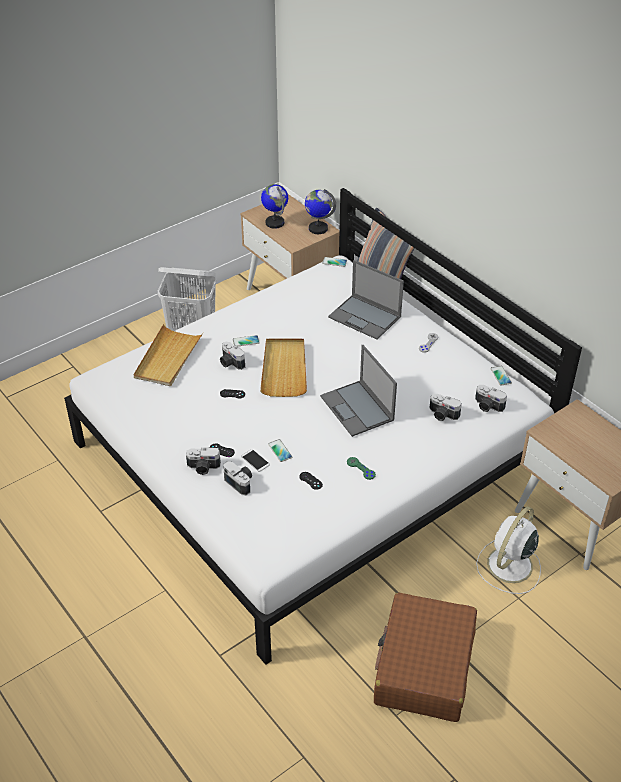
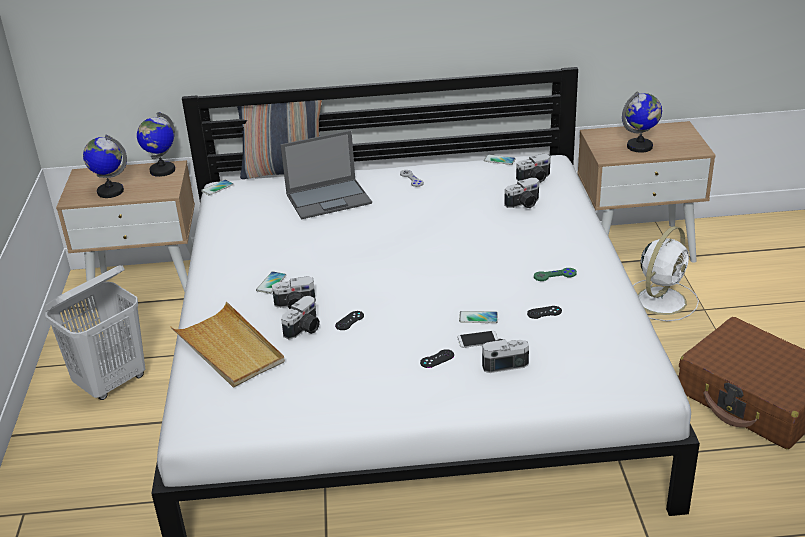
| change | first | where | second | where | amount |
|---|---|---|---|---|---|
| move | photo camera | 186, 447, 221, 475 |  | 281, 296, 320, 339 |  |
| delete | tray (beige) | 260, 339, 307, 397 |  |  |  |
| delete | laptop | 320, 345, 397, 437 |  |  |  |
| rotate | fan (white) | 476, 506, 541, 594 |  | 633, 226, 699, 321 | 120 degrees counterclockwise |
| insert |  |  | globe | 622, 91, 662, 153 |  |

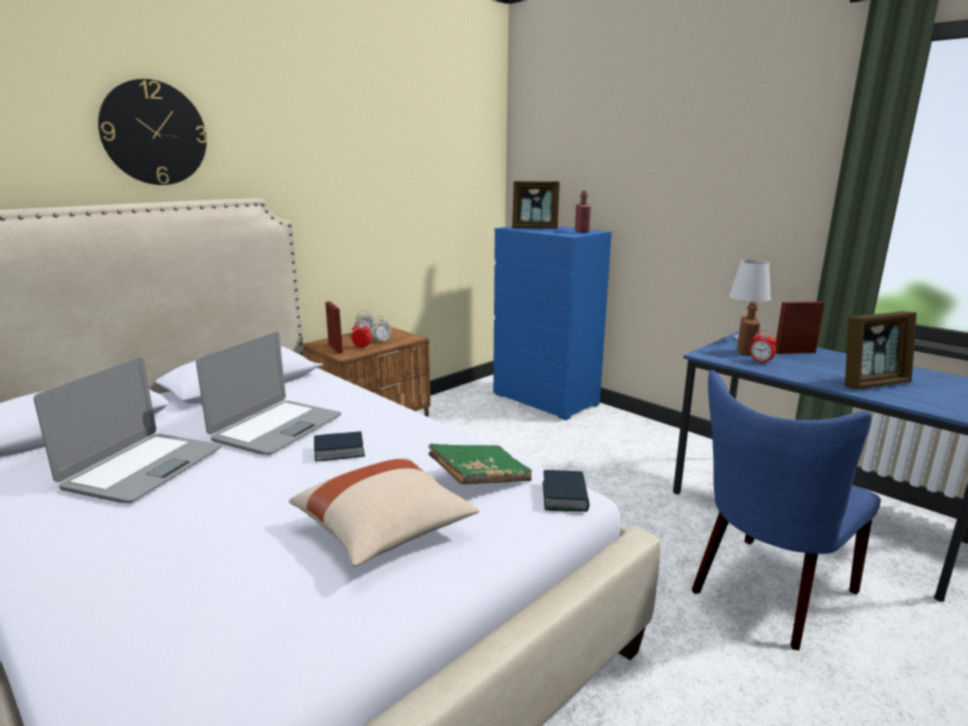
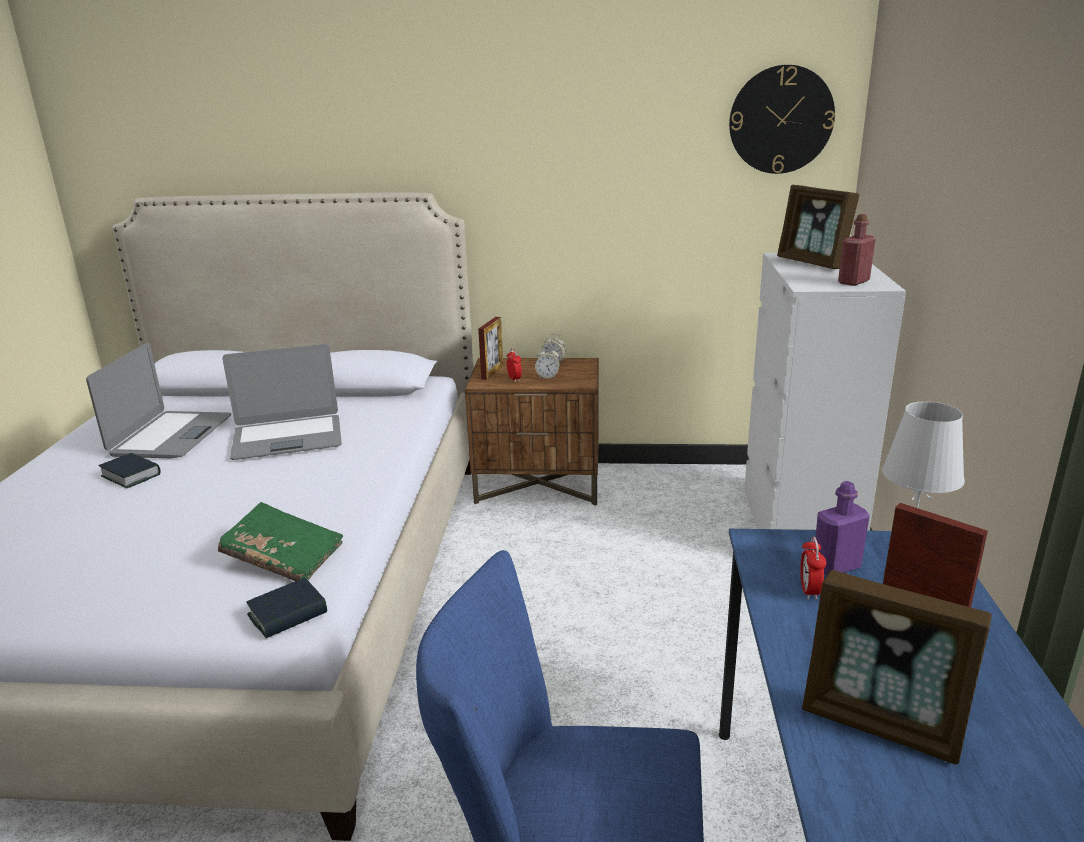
| change | first | where | second | where | amount |
|---|---|---|---|---|---|
| rotate | laptop | 34, 357, 222, 503 |  | 86, 343, 231, 458 | 60 degrees counterclockwise |
| move | wall clock | 98, 79, 207, 185 |  | 729, 65, 835, 174 |  |
| delete | pillow (beige) | 289, 458, 479, 567 |  |  |  |
| move | book | 314, 431, 365, 462 |  | 98, 453, 160, 488 |  |
| recolor | dresser (blue) | 493, 226, 612, 420 | dresser (white) | 744, 253, 906, 531 |  |
| recolor | bottle (brown) | 737, 301, 760, 356 | bottle (purple) | 815, 481, 870, 576 |  |

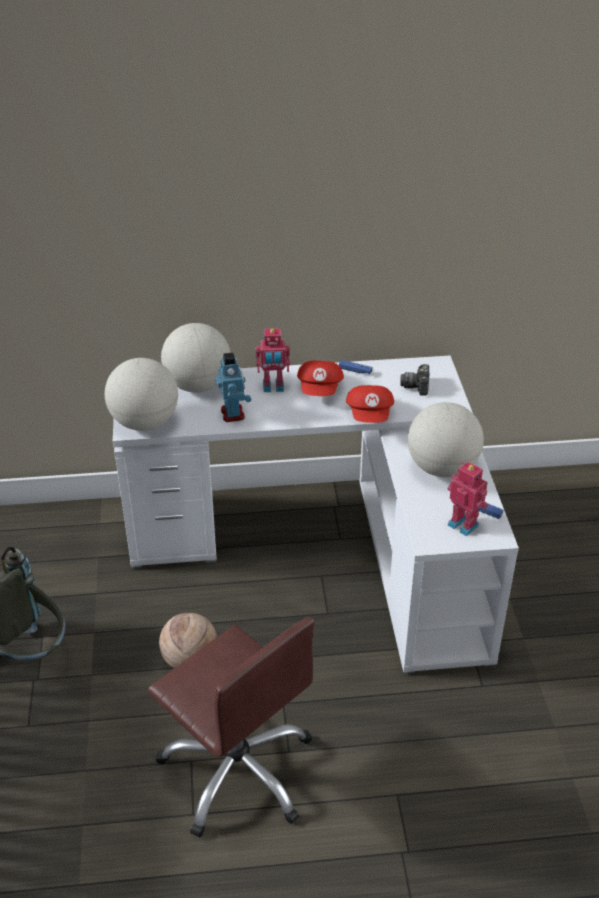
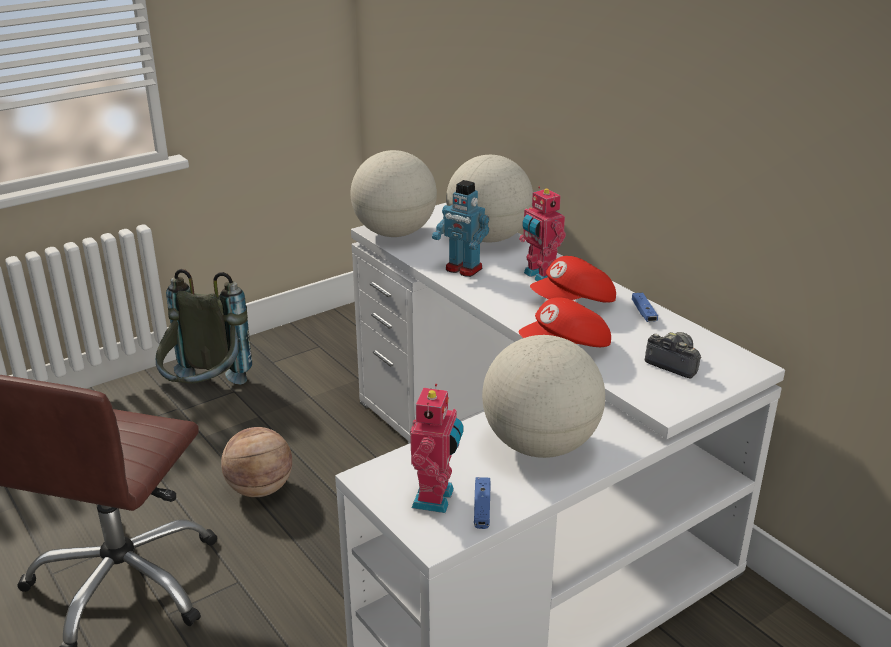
| change | first | where | second | where | amount |
|---|---|---|---|---|---|
| rotate | toy robot | 215, 353, 251, 422 |  | 432, 180, 489, 277 | 75 degrees clockwise |
| rotate | photo camera | 400, 364, 429, 396 |  | 645, 332, 701, 379 | 60 degrees clockwise |

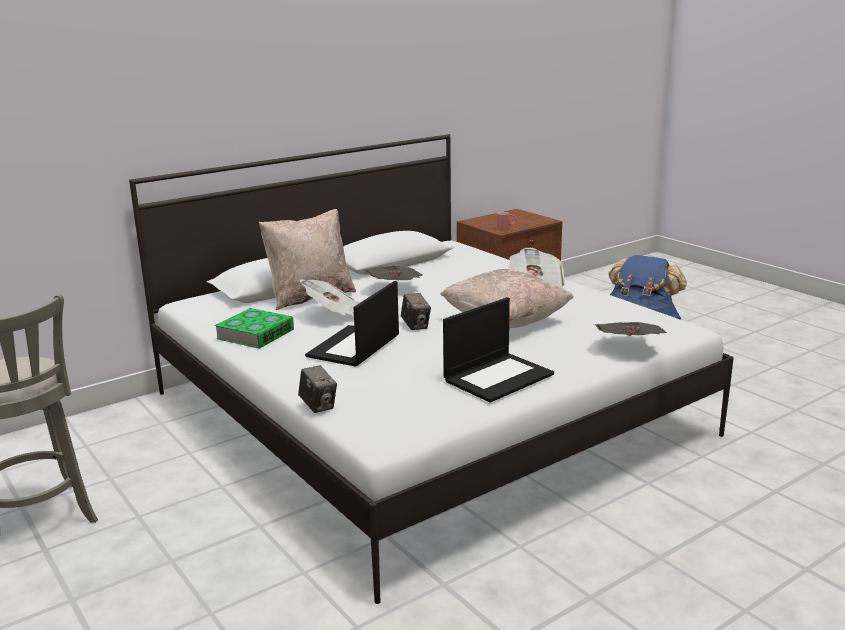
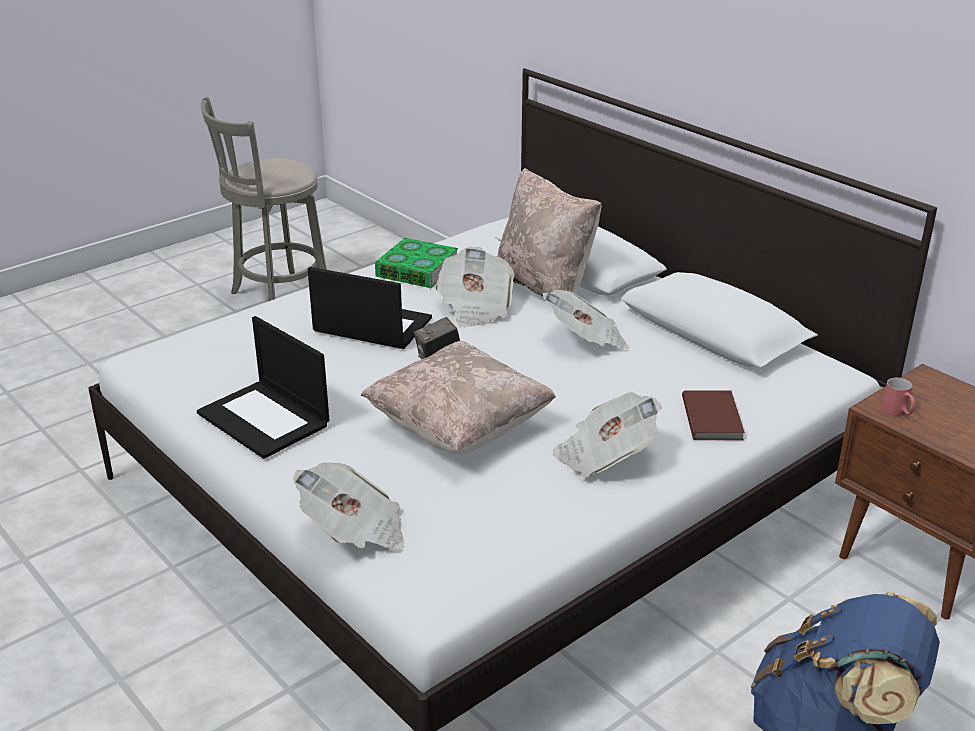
| change | first | where | second | where | amount |
|---|---|---|---|---|---|
| delete | photo camera | 298, 365, 337, 413 |  |  |  |
| insert |  |  | book (brown) | 682, 390, 745, 440 |  |

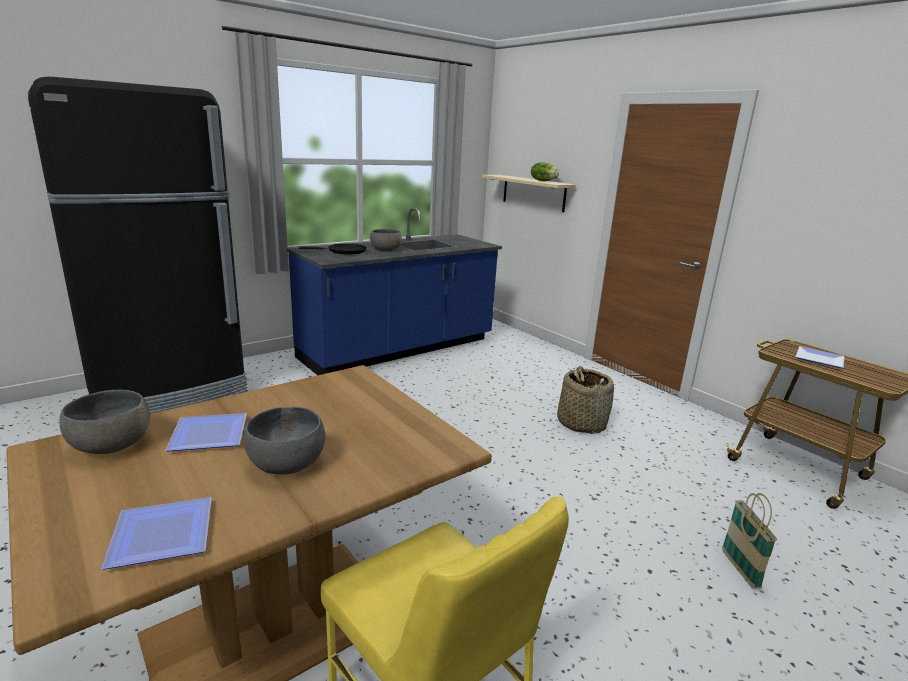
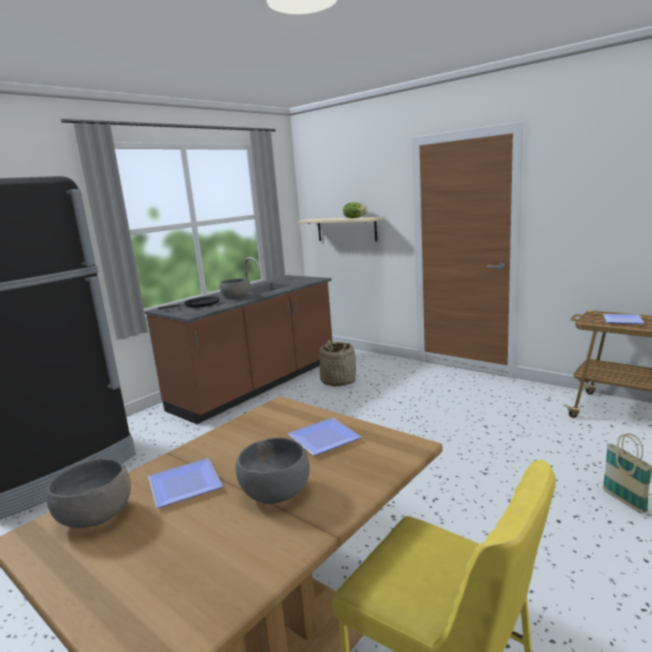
| change | first | where | second | where | amount |
|---|---|---|---|---|---|
| move | plate | 101, 497, 211, 570 |  | 287, 418, 362, 456 |  |
| recolor | counter (blue) | 287, 208, 502, 376 | counter (brown) | 145, 257, 333, 424 |  |
| move | basket | 557, 366, 614, 434 |  | 319, 340, 356, 387 |  |

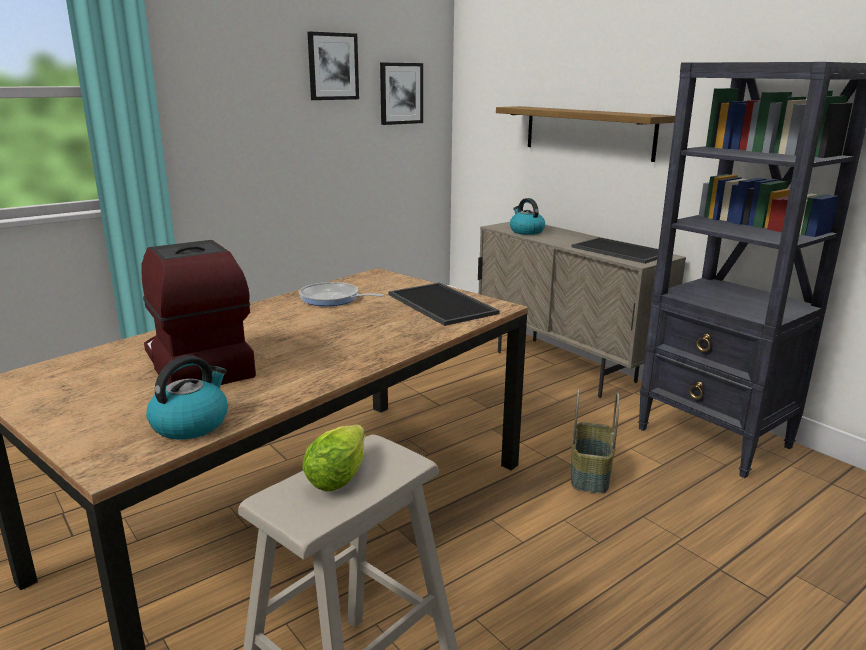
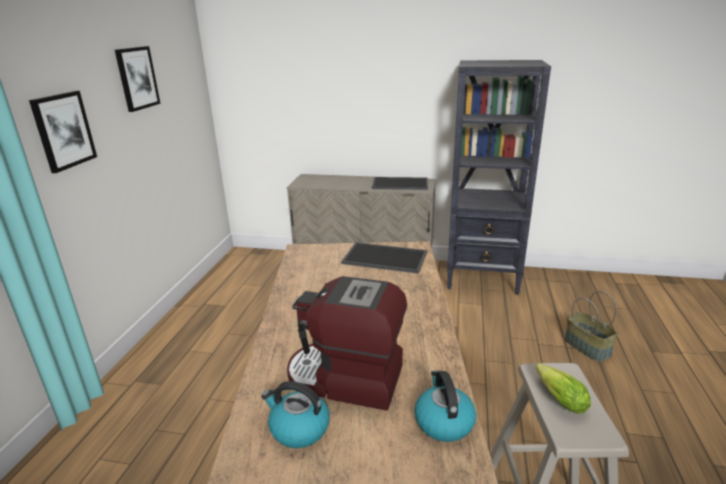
| change | first | where | second | where | amount |
|---|---|---|---|---|---|
| delete | frying pan | 299, 282, 383, 306 |  |  |  |
| move | picture | 380, 63, 423, 125 |  | 29, 91, 97, 173 |  |
| delete | shelf | 496, 106, 675, 162 |  |  |  |
| move | kettle | 510, 198, 545, 235 |  | 261, 381, 330, 448 |  |
| move | basket | 571, 389, 619, 494 |  | 564, 291, 618, 362 |  |

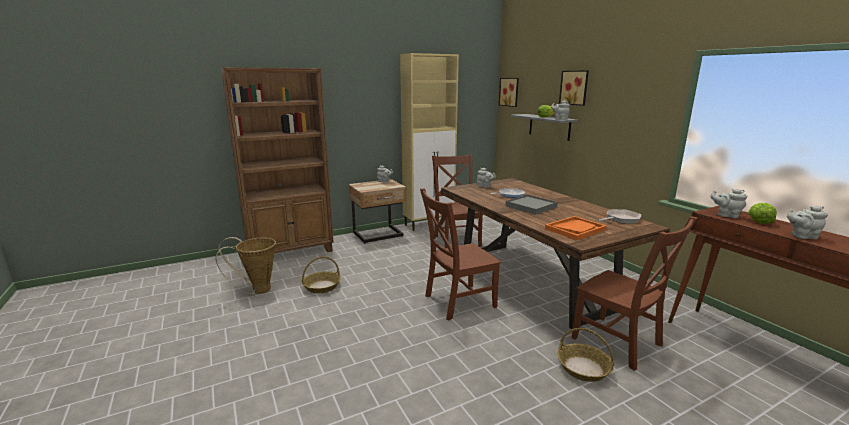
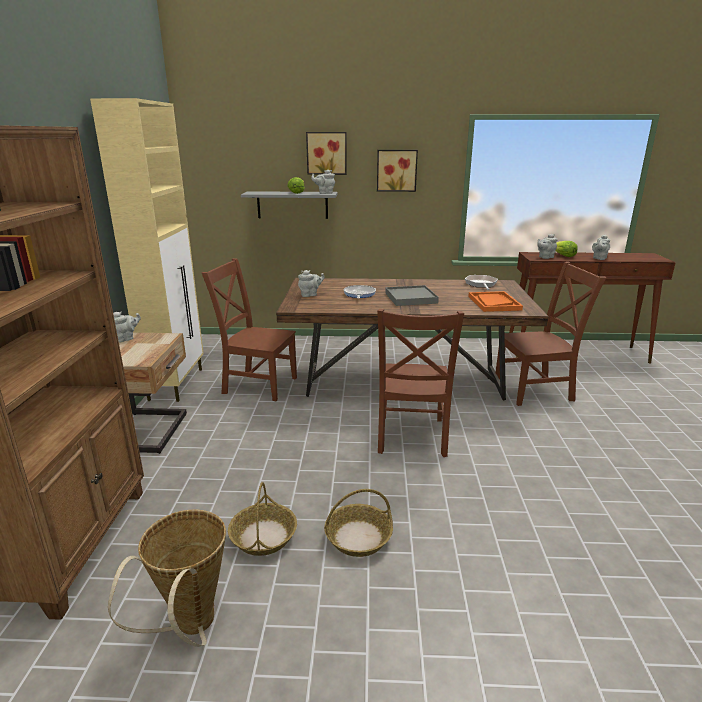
| change | first | where | second | where | amount |
|---|---|---|---|---|---|
| move | picture | 499, 78, 519, 107 |  | 377, 150, 418, 192 |  |
| move | basket | 558, 328, 614, 382 |  | 324, 489, 393, 557 |  |

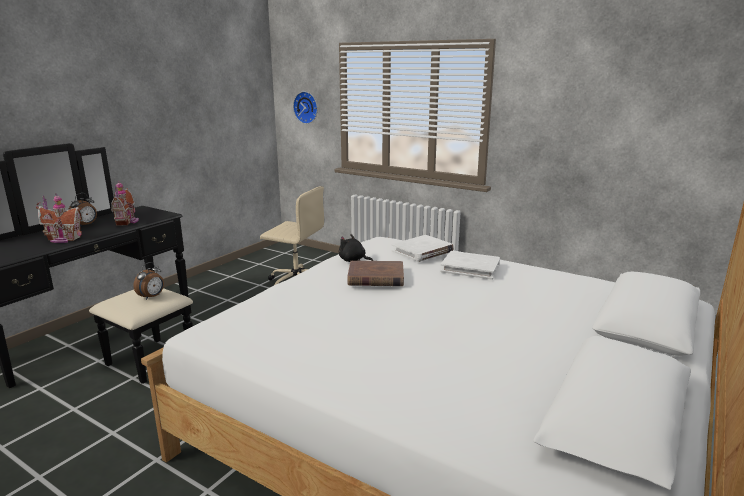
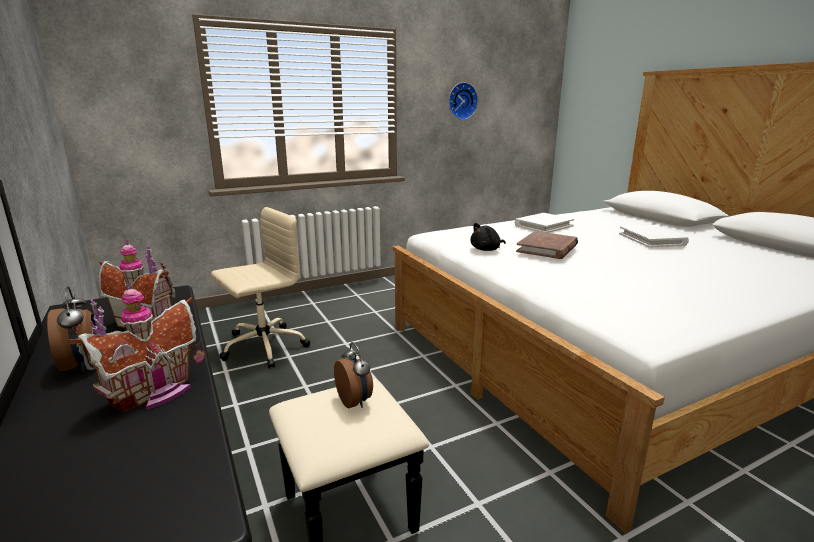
| change | first | where | second | where | amount |
|---|---|---|---|---|---|
| move | wall clock | 293, 91, 318, 124 |  | 449, 82, 478, 120 |  |
| move | book (white) | 392, 235, 454, 262 |  | 619, 225, 689, 248 |  |

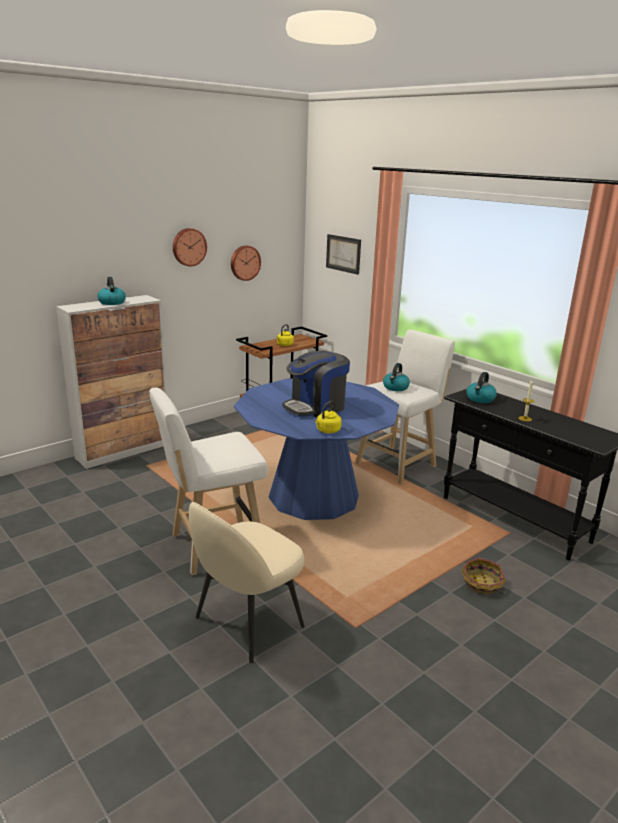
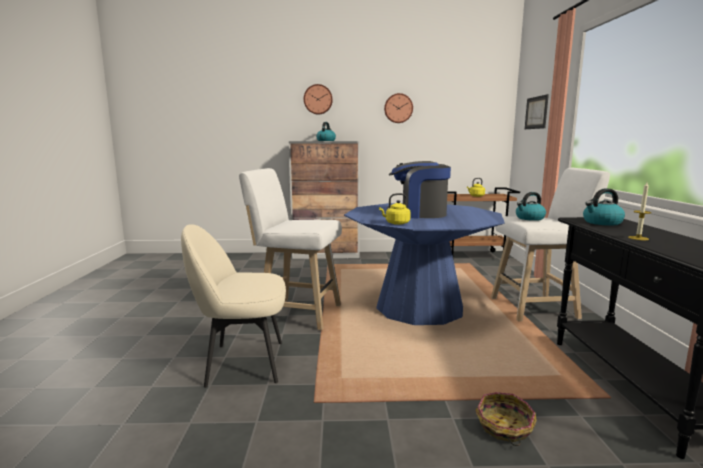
| change | first | where | second | where | amount |
|---|---|---|---|---|---|
| move | wall clock | 231, 246, 261, 281 |  | 304, 84, 333, 115 |  |

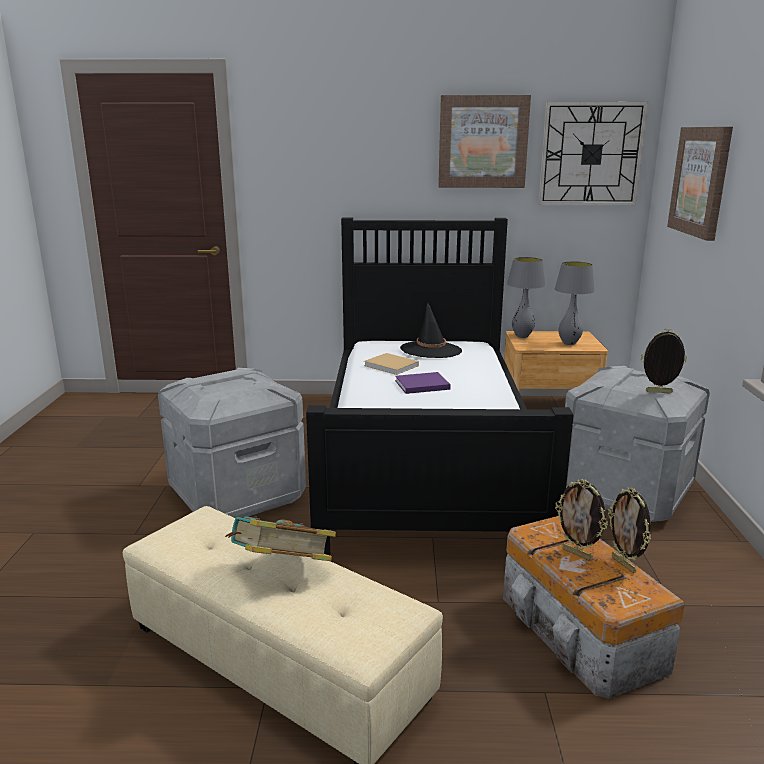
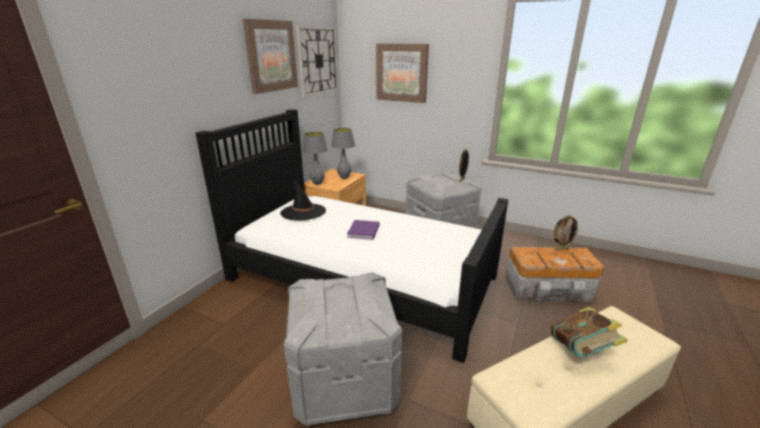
| change | first | where | second | where | amount |
|---|---|---|---|---|---|
| delete | book (beige) | 364, 353, 419, 375 |  |  |  |
| delete | picture frame | 555, 479, 608, 561 |  |  |  |

